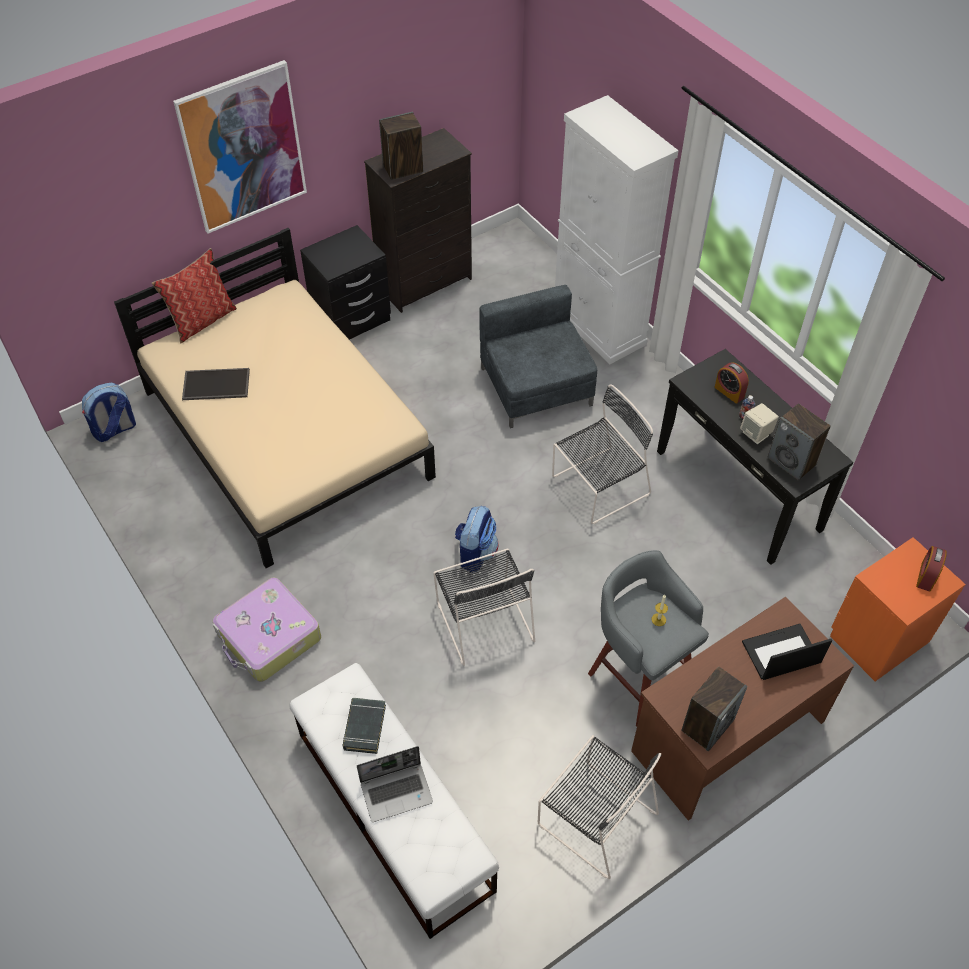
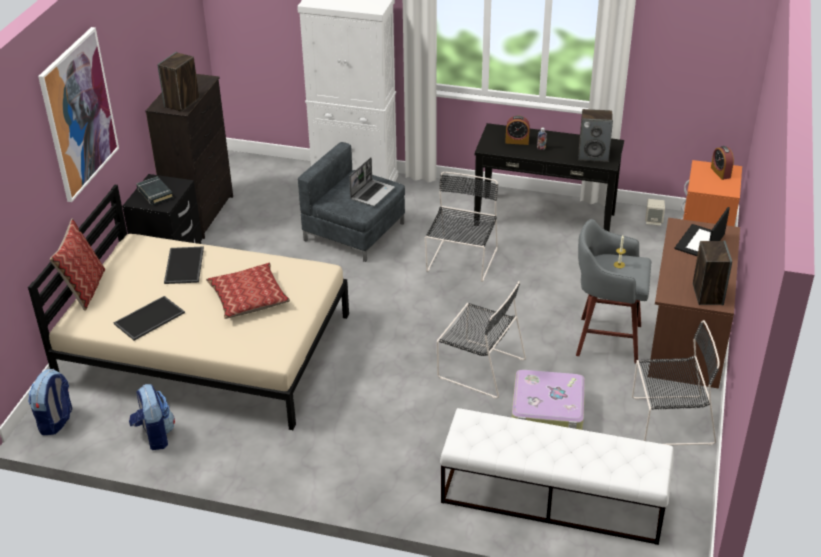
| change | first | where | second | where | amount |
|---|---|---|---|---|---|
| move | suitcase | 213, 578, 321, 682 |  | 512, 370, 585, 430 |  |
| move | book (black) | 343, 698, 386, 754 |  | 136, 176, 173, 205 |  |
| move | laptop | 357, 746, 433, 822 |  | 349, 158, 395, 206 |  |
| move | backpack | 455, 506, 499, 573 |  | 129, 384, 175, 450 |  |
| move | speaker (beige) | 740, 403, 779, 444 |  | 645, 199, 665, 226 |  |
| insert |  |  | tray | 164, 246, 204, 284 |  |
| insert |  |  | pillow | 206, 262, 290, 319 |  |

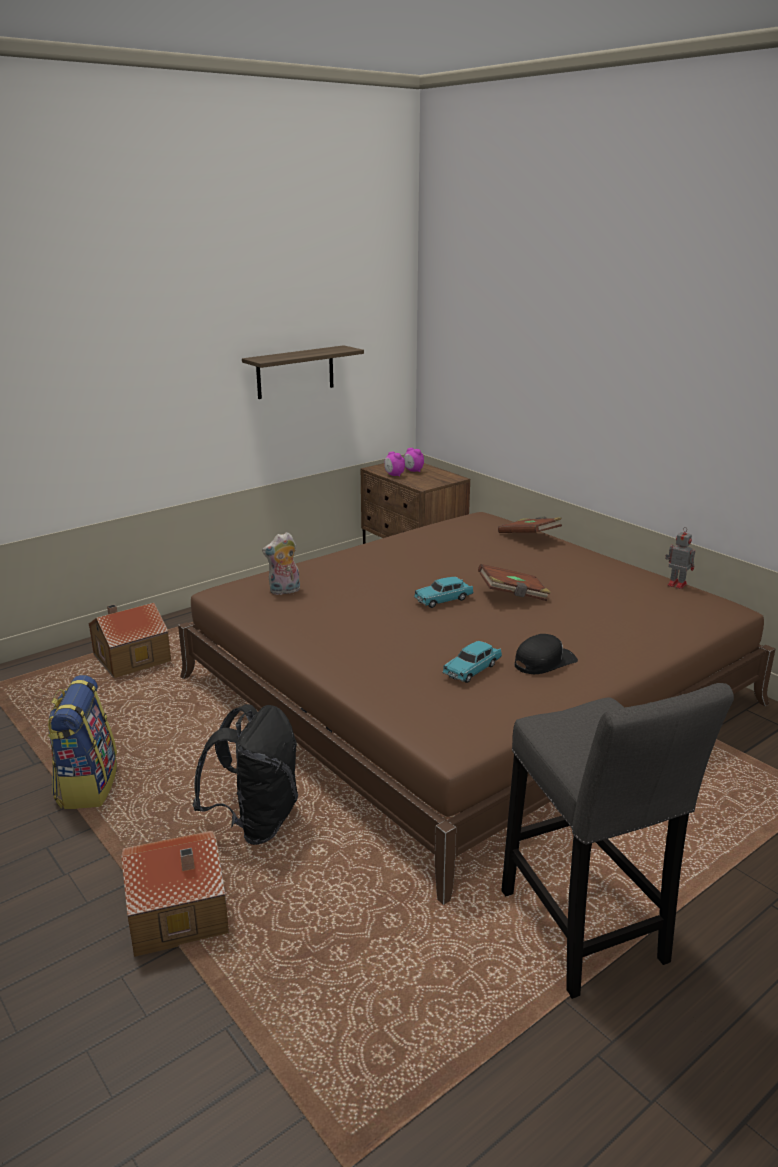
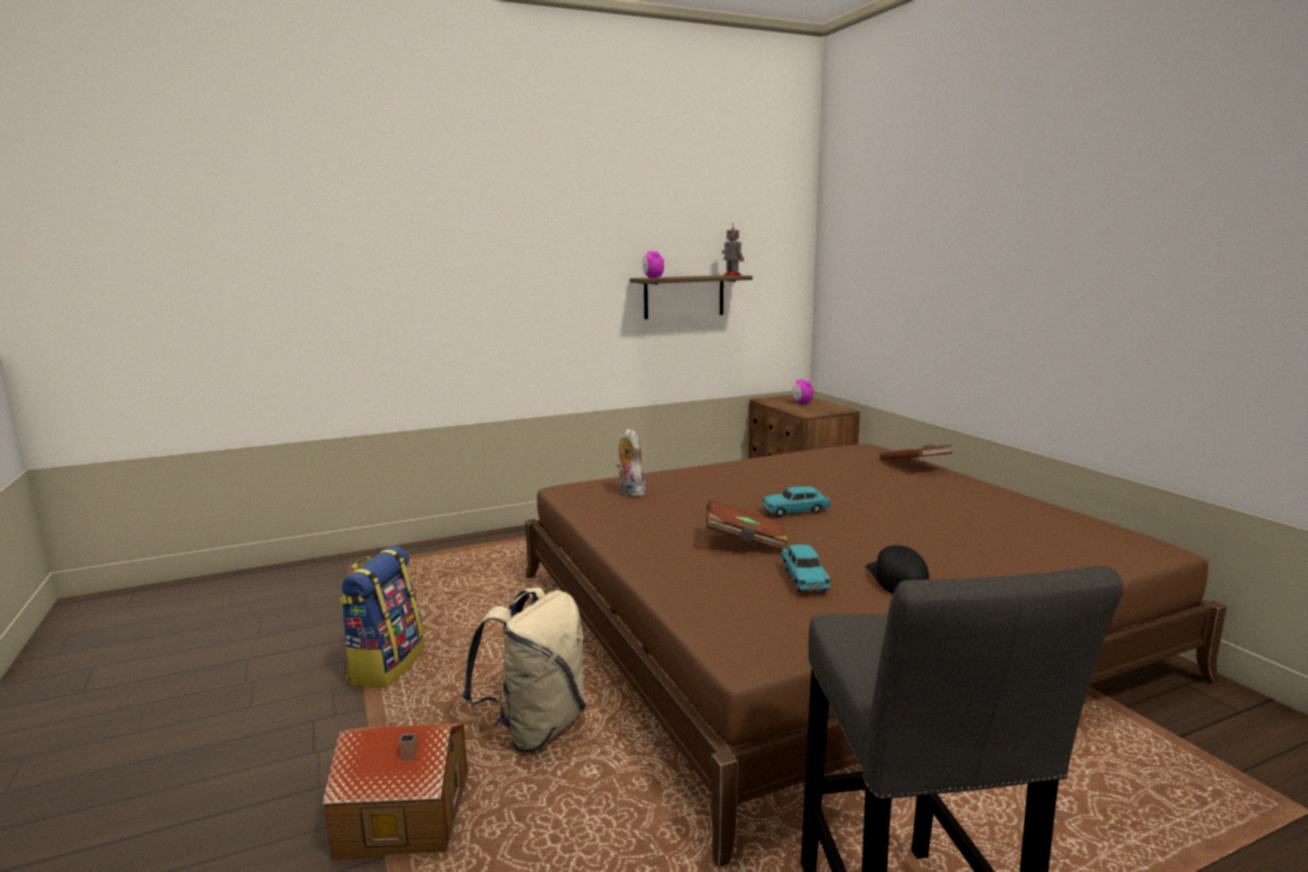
| change | first | where | second | where | amount |
|---|---|---|---|---|---|
| delete | toy house | 89, 603, 171, 678 |  |  |  |
| recolor | backpack (black) | 193, 704, 298, 845 | backpack (beige) | 462, 587, 586, 753 |  |
| rotate | plush toy | 262, 532, 300, 595 |  | 616, 429, 646, 497 | 75 degrees clockwise |
| move | alarm clock | 384, 451, 405, 477 |  | 643, 251, 664, 278 |  |
| rotate | toy car (turquoise) | 442, 641, 502, 683 |  | 781, 545, 831, 592 | 60 degrees counterclockwise |
| move | book (brown) | 478, 564, 551, 601 |  | 706, 500, 788, 551 |  |
| rotate | cap (black) | 515, 634, 578, 674 |  | 865, 545, 929, 594 | 75 degrees counterclockwise |
| move | toy robot | 665, 527, 695, 589 |  | 722, 227, 744, 276 |  |

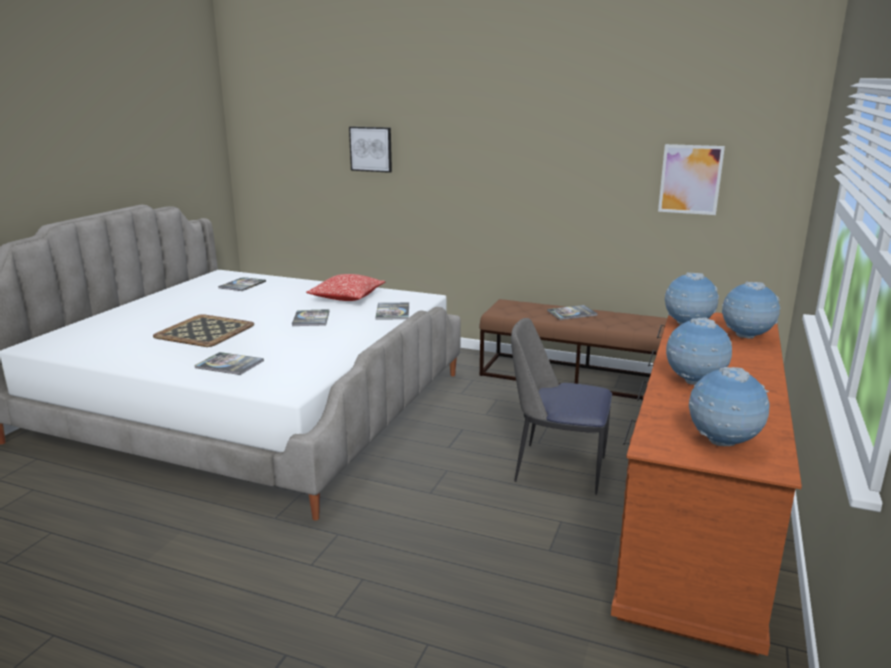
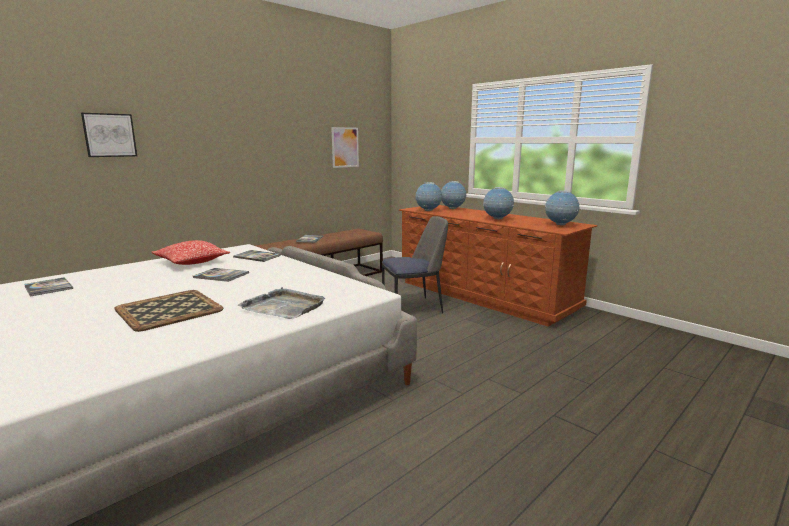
| change | first | where | second | where | amount |
|---|---|---|---|---|---|
| replace | book | 194, 352, 264, 375 | tray (grey) | 238, 287, 325, 319 |  |
| rotate | chair | 511, 318, 612, 495 |  | 382, 216, 448, 314 | 150 degrees counterclockwise |

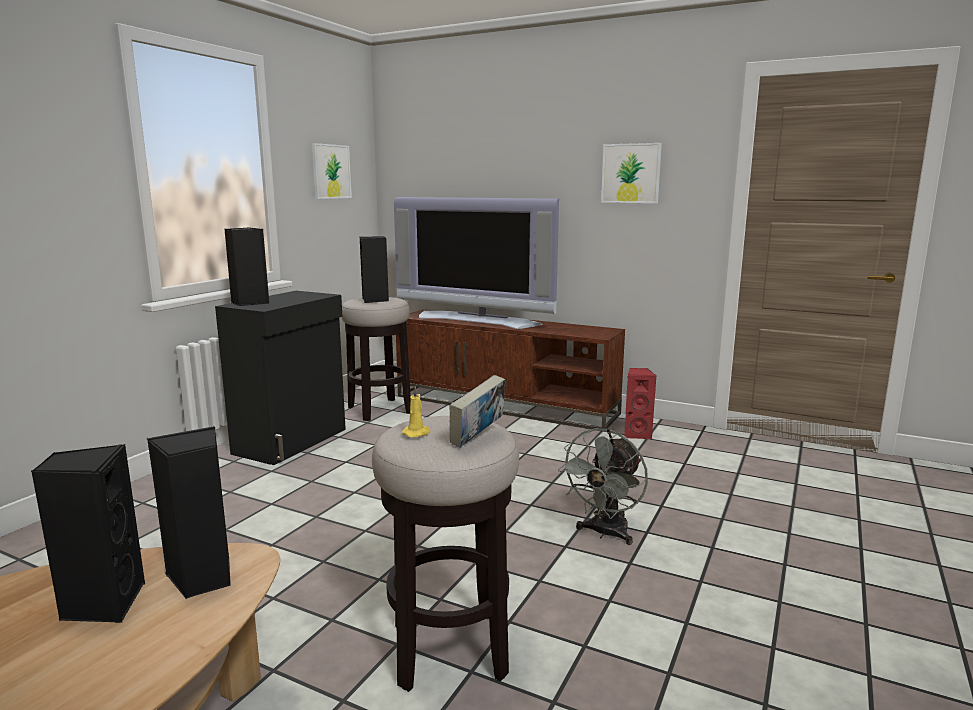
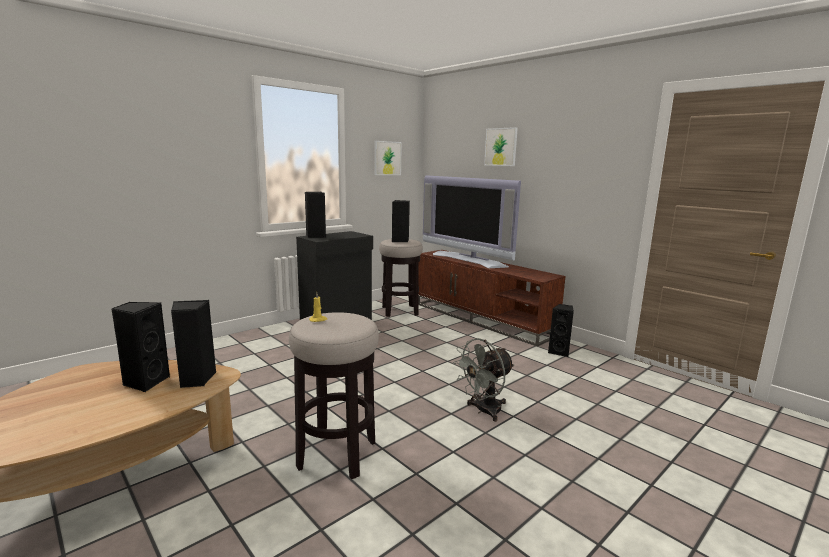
| change | first | where | second | where | amount |
|---|---|---|---|---|---|
| delete | book | 450, 375, 505, 448 |  |  |  |
| move | picture | 601, 143, 662, 203 |  | 484, 127, 518, 166 |  |
| recolor | speaker (red) | 624, 368, 656, 439 | speaker (black) | 548, 304, 574, 357 |  |

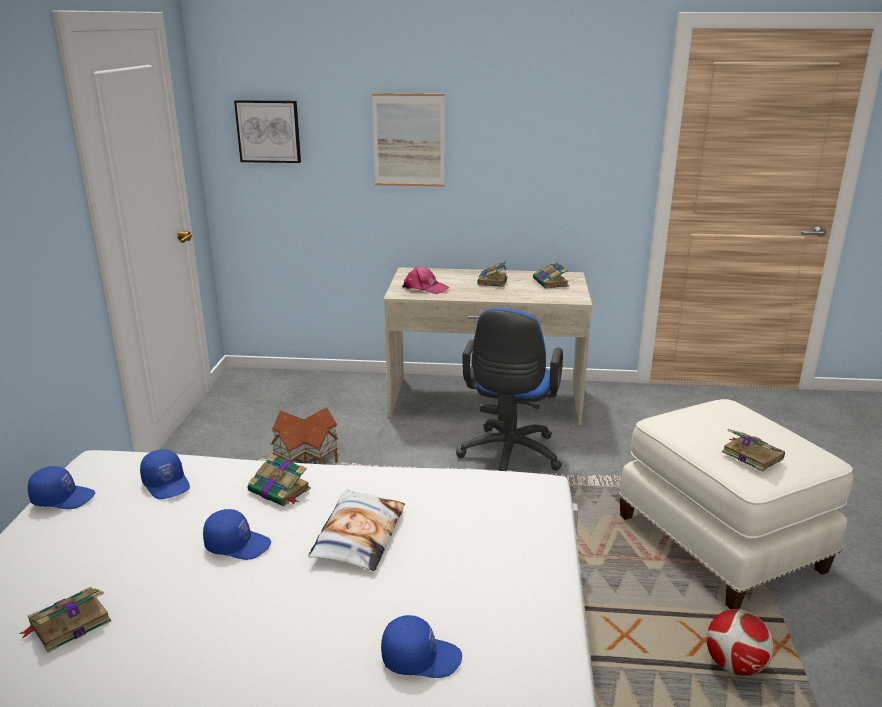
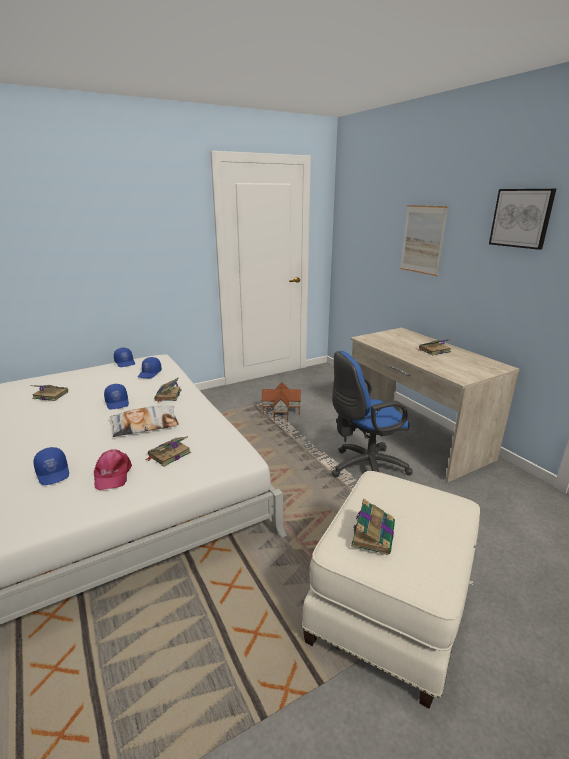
| change | first | where | second | where | amount |
|---|---|---|---|---|---|
| move | picture | 234, 100, 301, 163 |  | 489, 189, 556, 250 |  |
| move | cap (pink) | 402, 266, 449, 294 |  | 94, 449, 132, 490 |  |
| move | book | 533, 261, 569, 289 |  | 145, 436, 191, 467 |  |
| delete | football | 707, 609, 774, 676 |  |  |  |

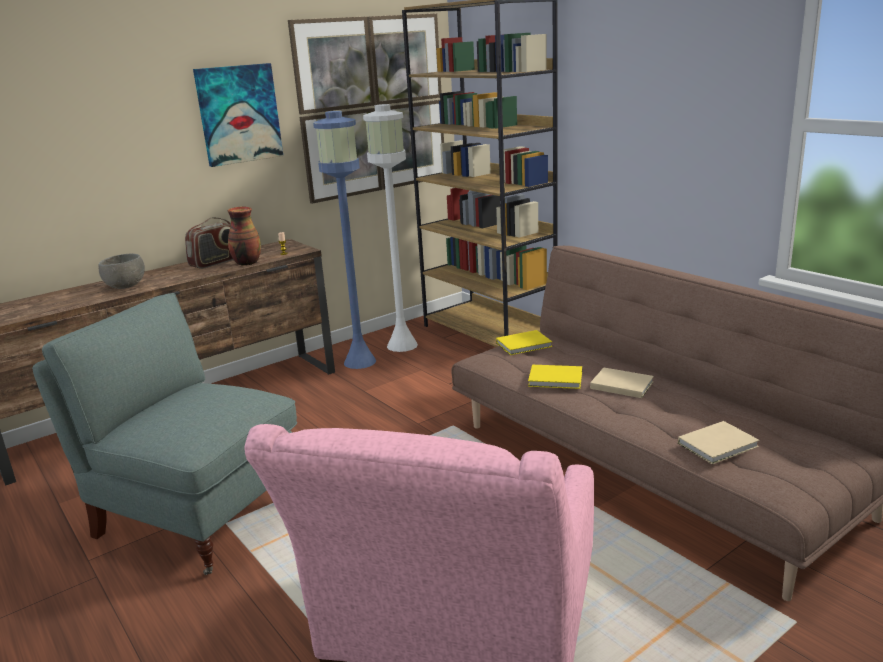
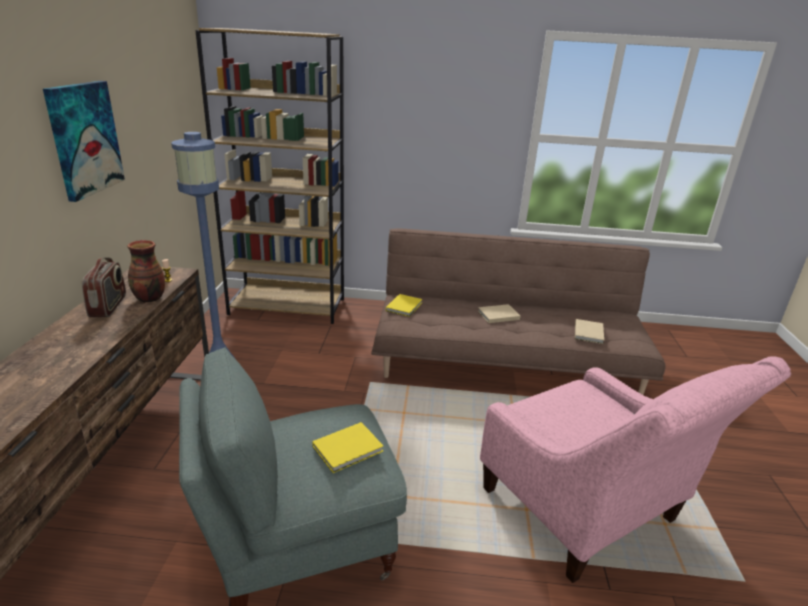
| change | first | where | second | where | amount |
|---|---|---|---|---|---|
| delete | bowl (grey) | 99, 253, 145, 289 |  |  |  |
| delete | picture | 288, 13, 444, 204 |  |  |  |
| delete | floor lamp (white) | 363, 104, 418, 352 |  |  |  |
| move | book (yellow) | 528, 365, 582, 389 |  | 312, 422, 383, 473 |  |

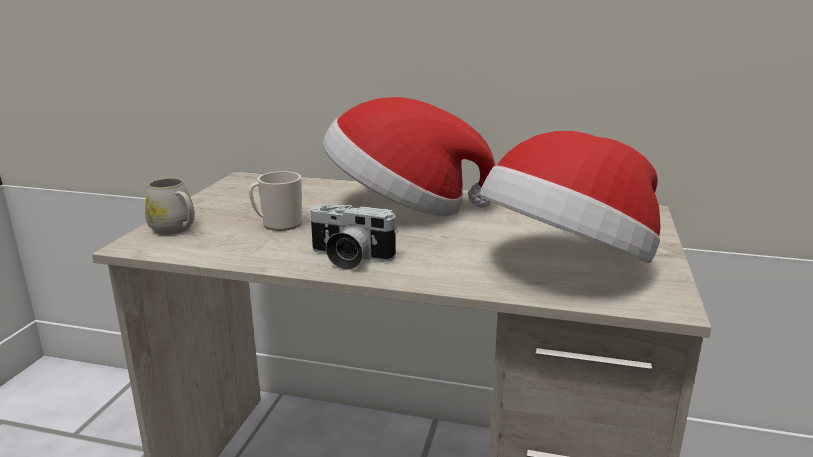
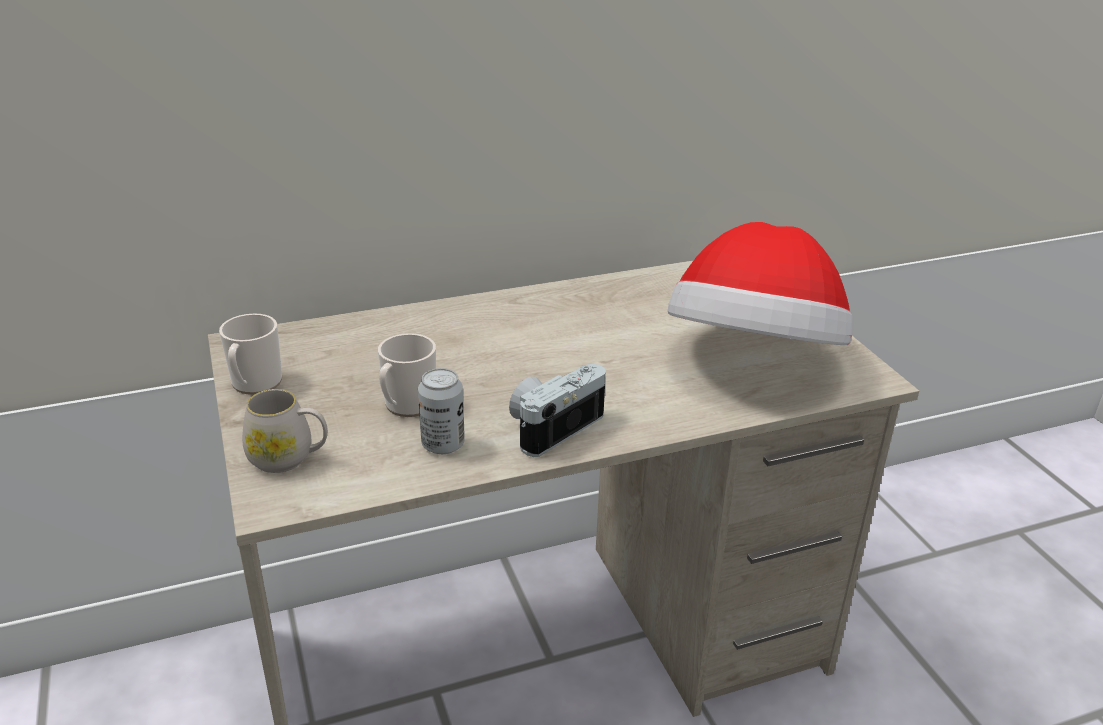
| change | first | where | second | where | amount |
|---|---|---|---|---|---|
| rotate | photo camera | 309, 205, 398, 270 |  | 509, 364, 606, 457 | 150 degrees clockwise |
| delete | hat | 323, 97, 495, 217 |  |  |  |
| insert |  |  | mug | 219, 314, 282, 395 |  |
| insert |  |  | can | 418, 368, 465, 454 |  |

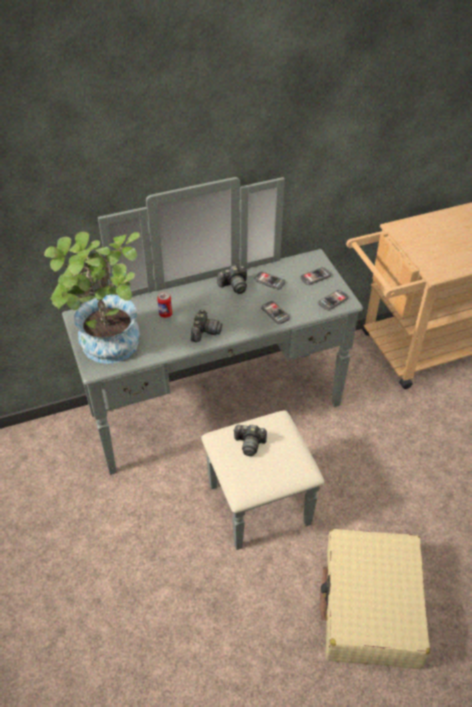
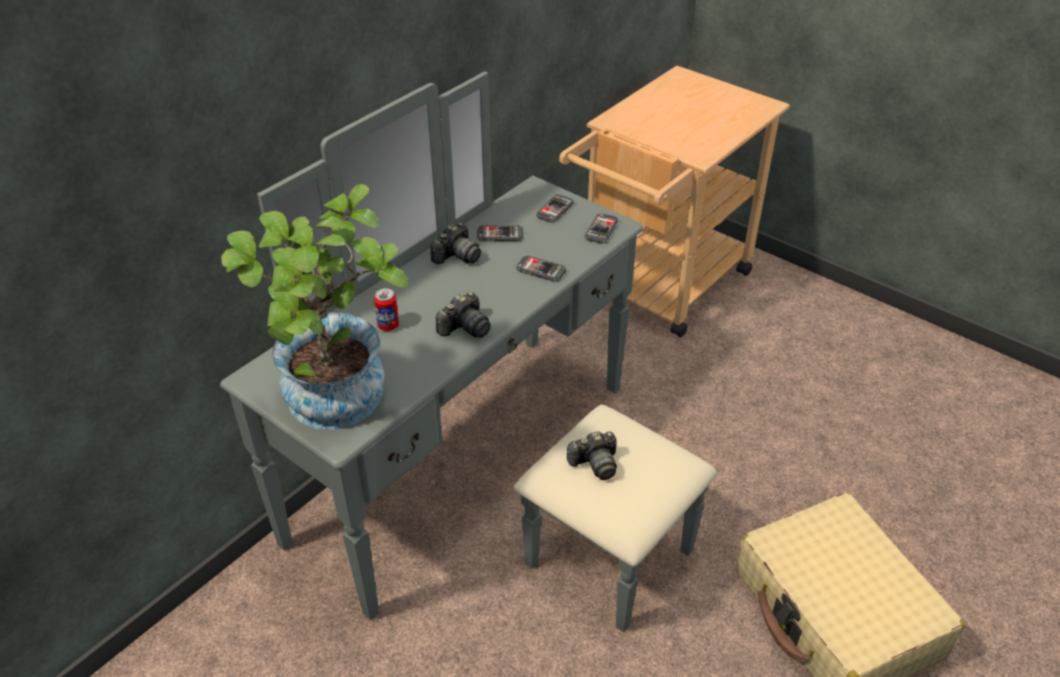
| change | first | where | second | where | amount |
|---|---|---|---|---|---|
| rotate | photo camera | 191, 310, 222, 342 |  | 436, 292, 491, 338 | 60 degrees clockwise |

